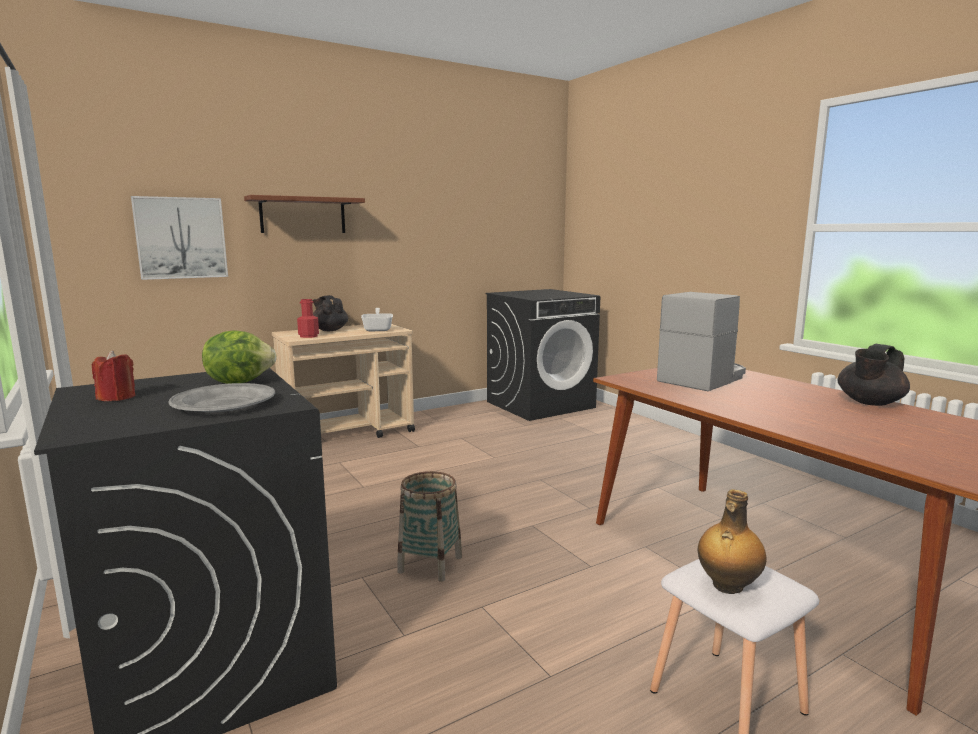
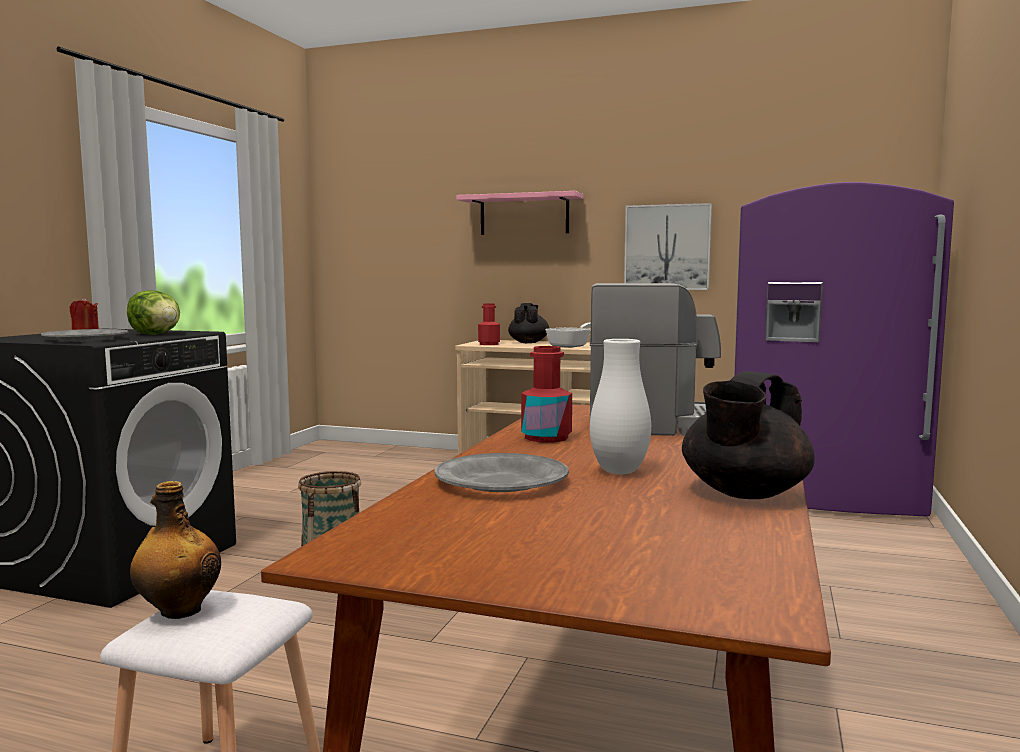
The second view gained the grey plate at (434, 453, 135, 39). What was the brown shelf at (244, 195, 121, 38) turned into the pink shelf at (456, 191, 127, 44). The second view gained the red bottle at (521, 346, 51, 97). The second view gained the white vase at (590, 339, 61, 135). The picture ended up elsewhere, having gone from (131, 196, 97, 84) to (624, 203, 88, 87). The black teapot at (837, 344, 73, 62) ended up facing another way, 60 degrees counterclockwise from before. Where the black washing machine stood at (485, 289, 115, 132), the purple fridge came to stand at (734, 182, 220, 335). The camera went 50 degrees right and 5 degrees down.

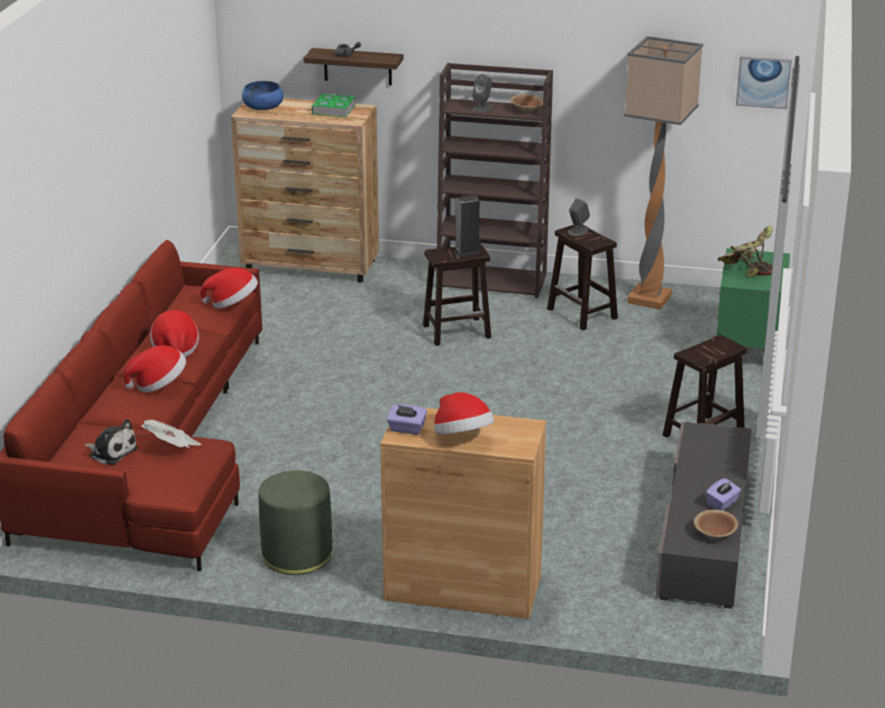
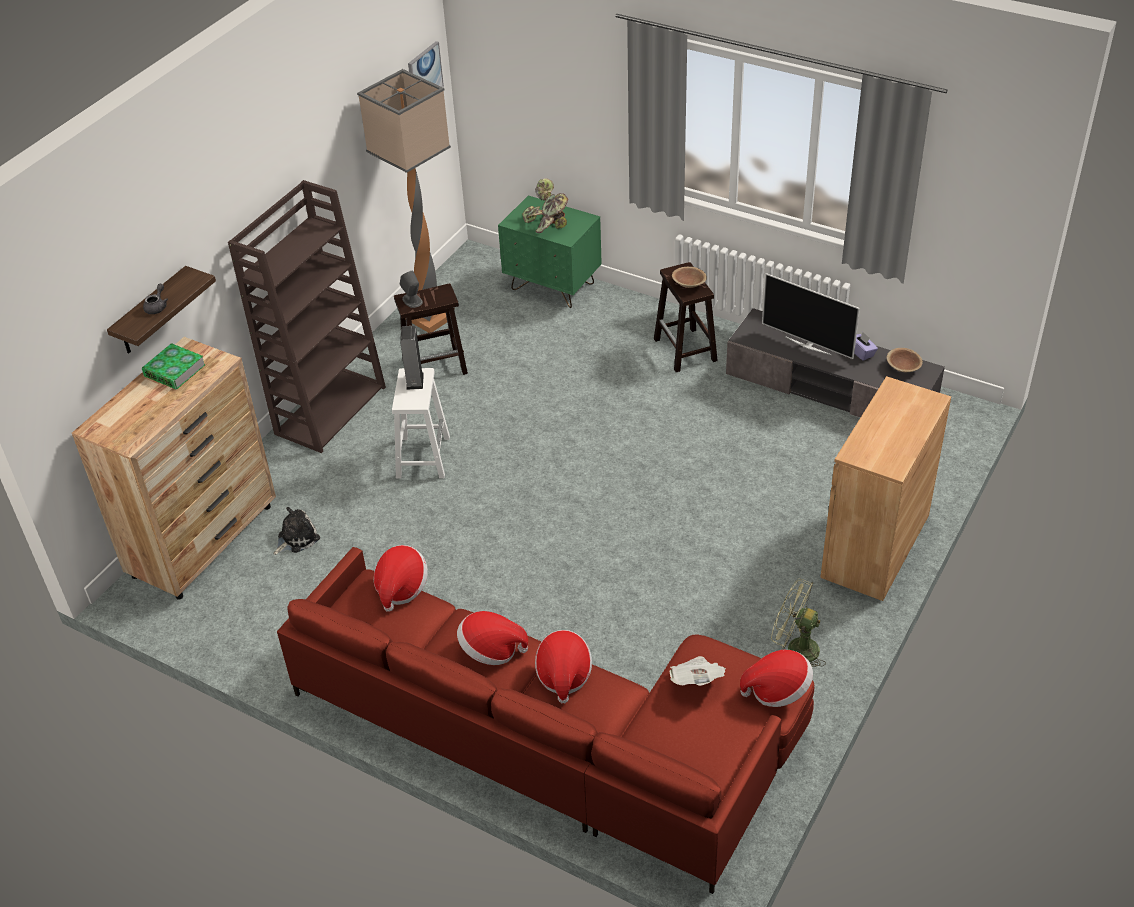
The plush toy ended up elsewhere, having gone from (85, 419, 53, 46) to (274, 507, 46, 48). What was the brown stool at (423, 243, 68, 103) turned into the white stool at (392, 368, 58, 111). The brown bowl ended up elsewhere, having gone from (510, 94, 33, 18) to (672, 267, 35, 21). The hat ended up elsewhere, having gone from (434, 392, 60, 42) to (740, 650, 73, 57). The second view gained the television at (762, 273, 98, 86). Where the green ottoman stood at (259, 470, 73, 105), the green fan came to stand at (771, 579, 55, 88). The second view lost the blue bowl at (242, 81, 42, 29). The second view lost the purple tissue box at (386, 404, 41, 30). The second view lost the grey speaker at (472, 74, 20, 38). The camera went 70 degrees left and 15 degrees up.

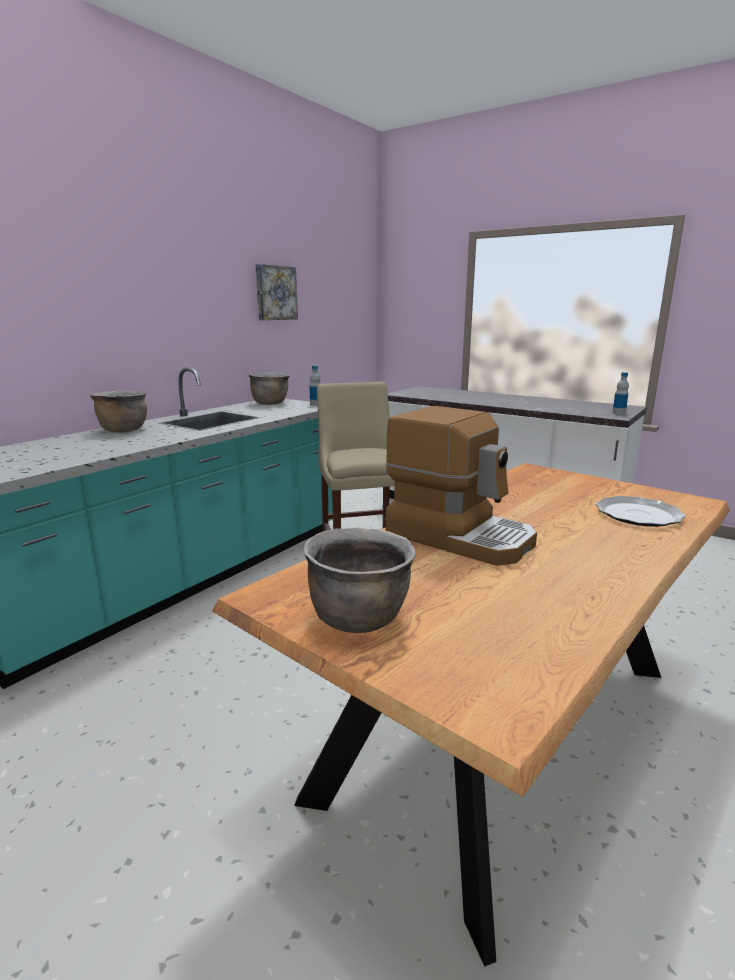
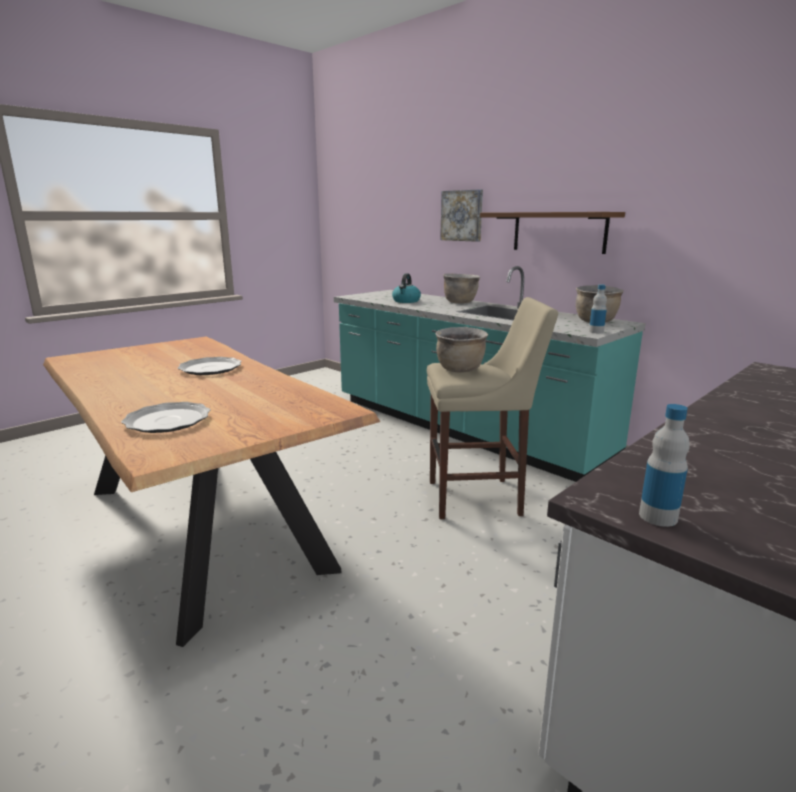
Where the coffee machine stood at (386, 406, 151, 160), the plate came to stand at (178, 357, 64, 18). The second view gained the kettle at (392, 273, 29, 30). The brown cooking pot ended up elsewhere, having gone from (304, 527, 112, 106) to (435, 327, 53, 45). The picture ended up elsewhere, having gone from (256, 264, 42, 56) to (440, 189, 43, 53). The second view gained the brown shelf at (480, 212, 145, 42). The camera went 100 degrees right and 0 degrees up.

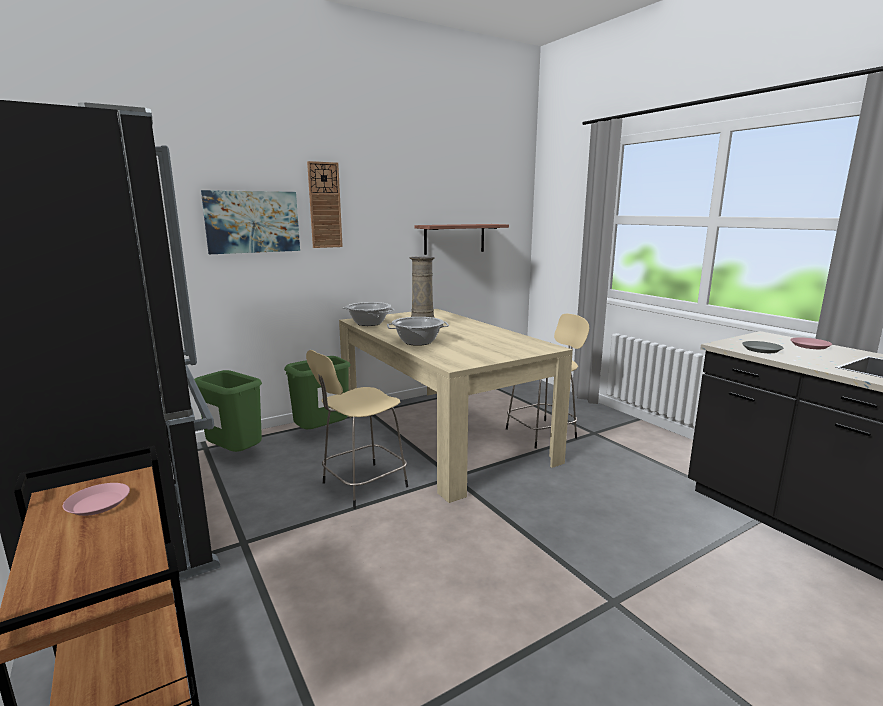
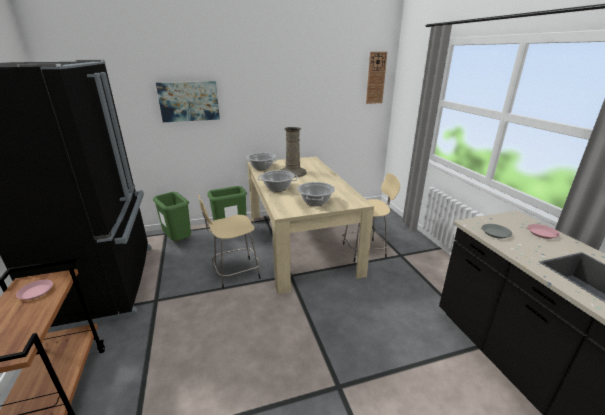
The second view gained the cooking pot at (297, 182, 38, 24). The wall clock ended up elsewhere, having gone from (307, 161, 36, 87) to (366, 52, 21, 52). The second view lost the shelf at (415, 224, 94, 31). The camera went 15 degrees right and 10 degrees up.

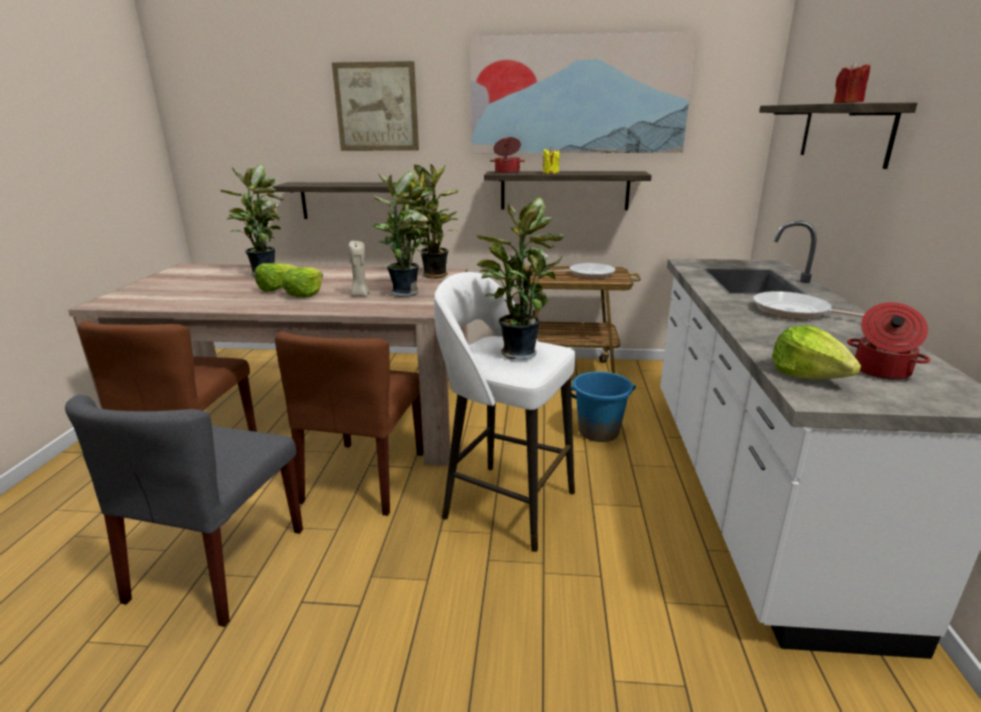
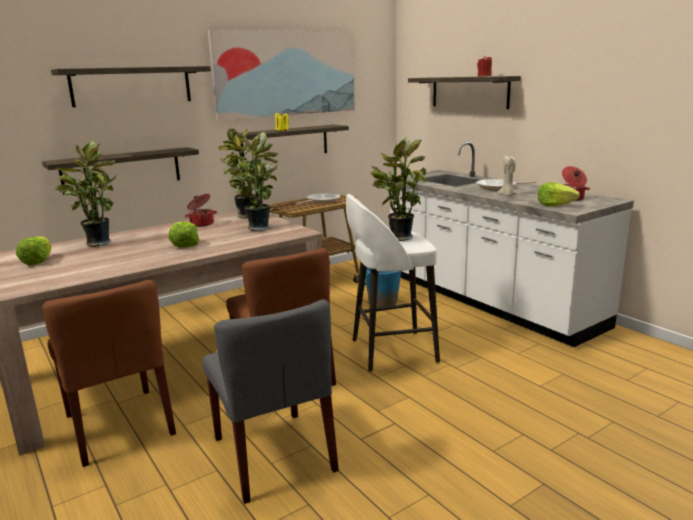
The lettuce ended up elsewhere, having gone from (255, 263, 42, 29) to (16, 236, 35, 29). Where the picture hung at (332, 61, 87, 90), the shelf came to hang at (51, 66, 160, 41). The cooking pot ended up elsewhere, having gone from (490, 137, 35, 37) to (184, 194, 33, 33). The beige candle ended up elsewhere, having gone from (348, 240, 22, 57) to (497, 155, 21, 41). The camera went 40 degrees left and 5 degrees down.

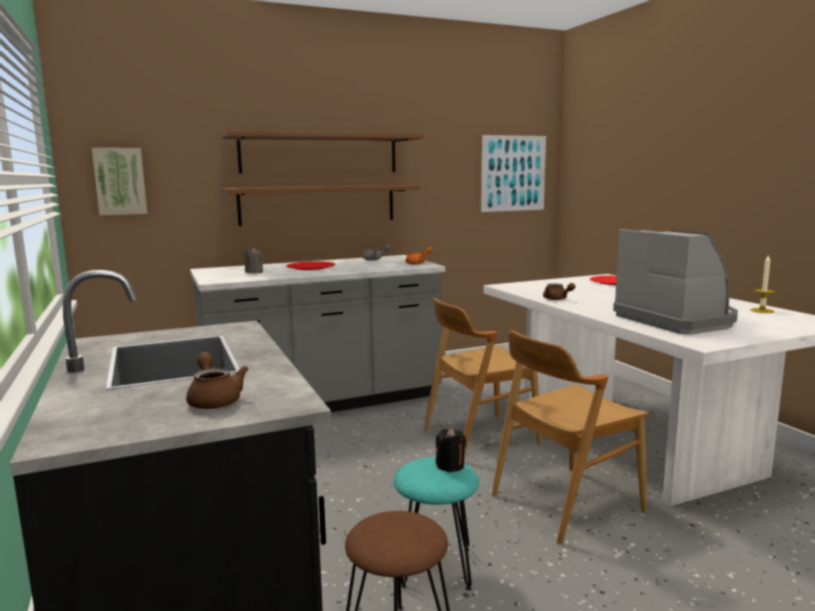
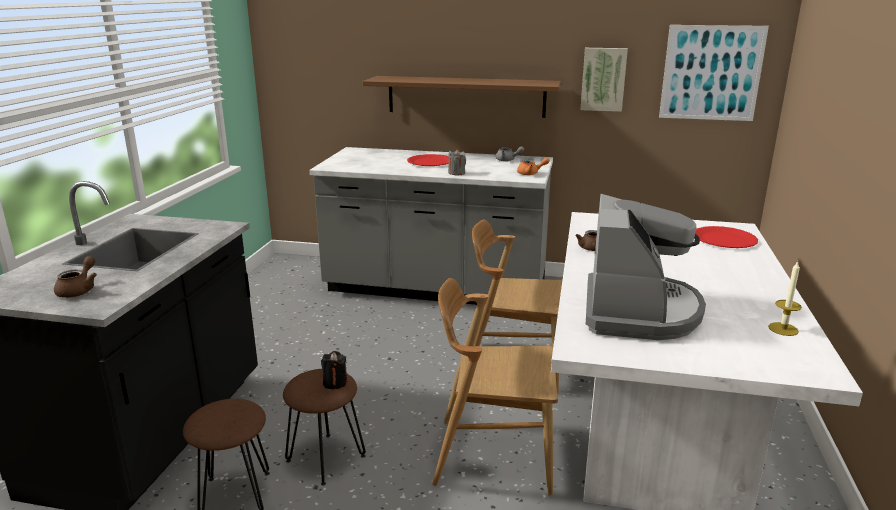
What was the turquoise stool at (394, 457, 85, 133) turned into the brown stool at (283, 369, 83, 116). The grey candle ended up elsewhere, having gone from (244, 247, 20, 26) to (448, 149, 18, 26). The picture ended up elsewhere, having gone from (92, 148, 55, 67) to (580, 48, 48, 64). The second view lost the brown shelf at (221, 131, 202, 42). The camera went 35 degrees right and 10 degrees up.

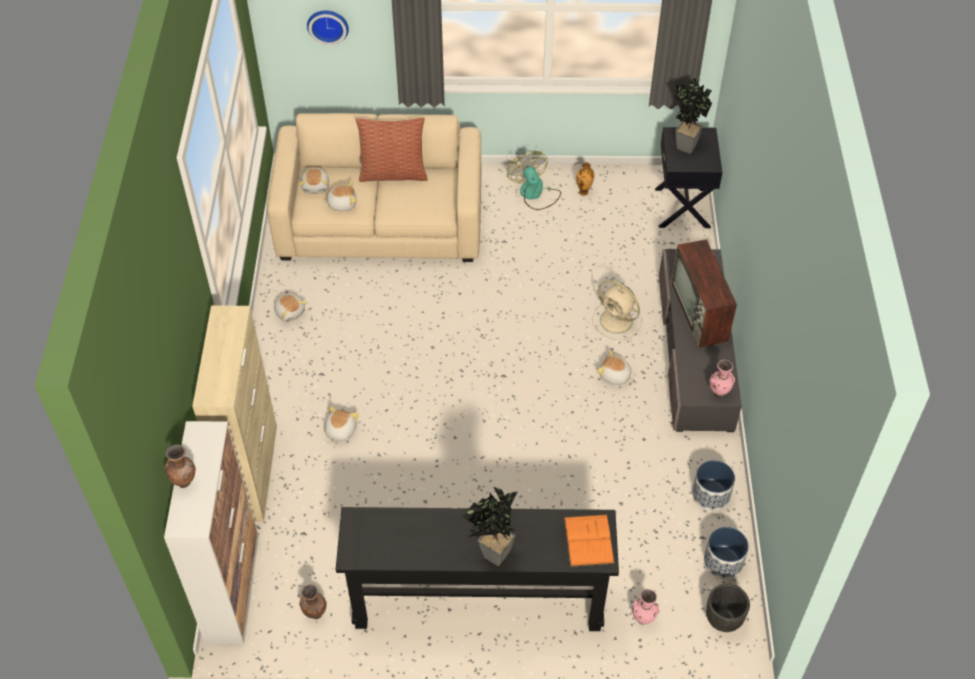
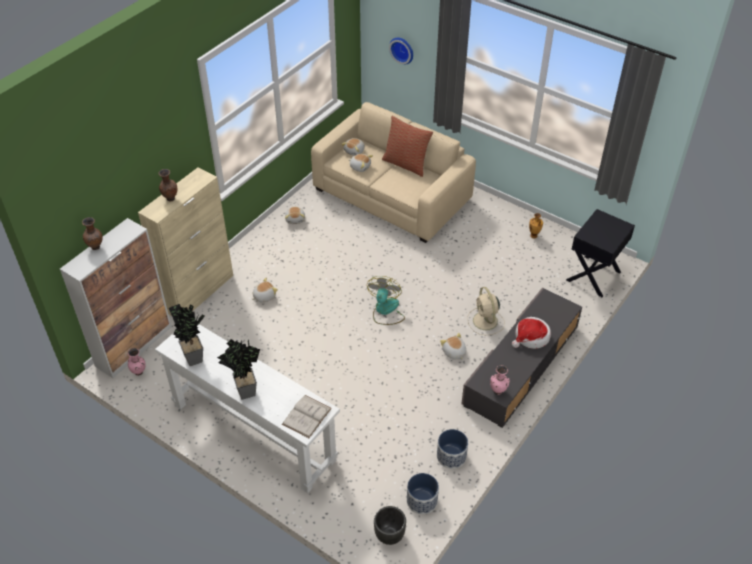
The pink vase ended up elsewhere, having gone from (632, 589, 27, 36) to (128, 348, 18, 28). What was the black console table at (336, 507, 283, 124) turned into the white console table at (155, 324, 185, 169). The brown vase ended up elsewhere, having gone from (299, 584, 28, 35) to (159, 169, 19, 33). The potted plant ended up elsewhere, having gone from (675, 78, 37, 76) to (169, 304, 36, 62). What was the orange book at (564, 514, 50, 53) turned into the white book at (282, 395, 50, 43). The fan ended up elsewhere, having gone from (507, 151, 54, 59) to (367, 276, 38, 49). Where the television stood at (671, 239, 66, 108), the hat came to stand at (512, 317, 39, 32). The camera went 35 degrees right and 5 degrees down.

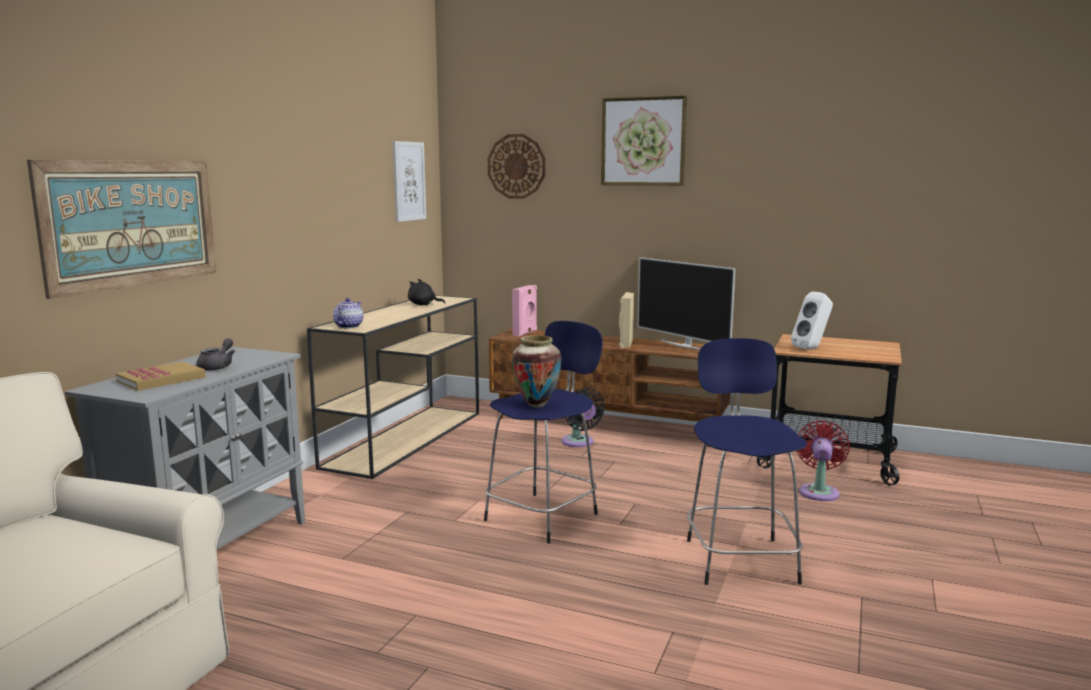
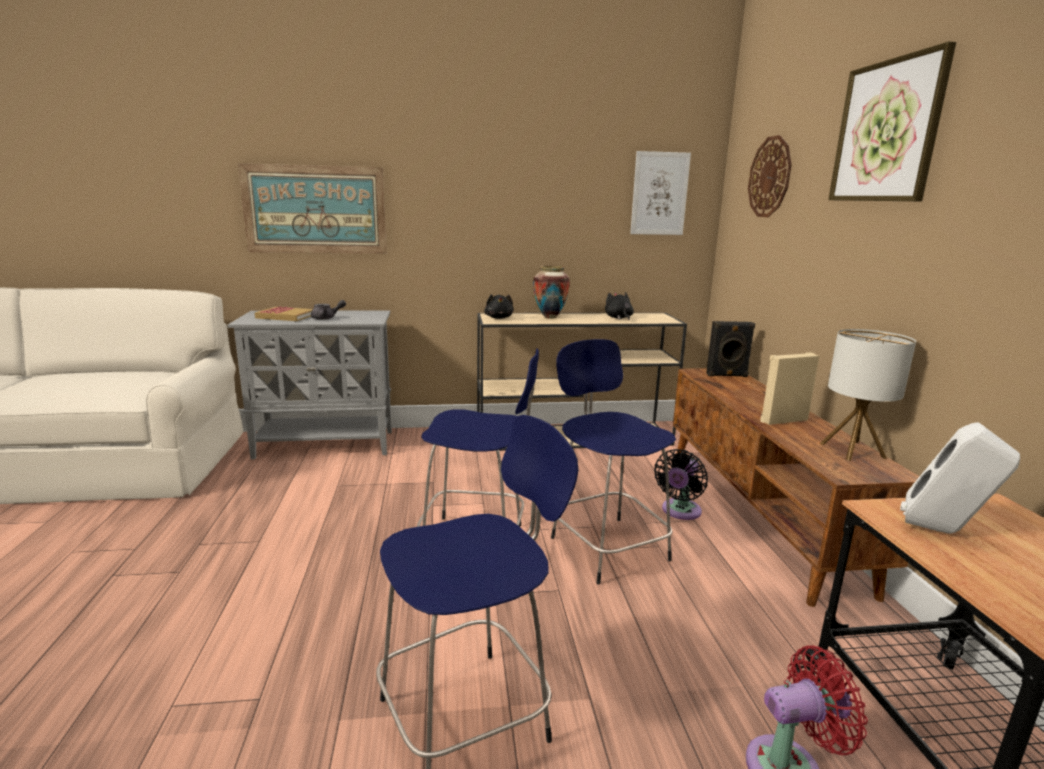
Where the teapot stood at (333, 298, 30, 30), the black plush toy came to stand at (484, 294, 30, 25). The vase ended up elsewhere, having gone from (512, 335, 49, 72) to (533, 265, 37, 54). The second view gained the blue stool at (551, 339, 125, 245). What was the pink speaker at (512, 285, 25, 52) turned into the black speaker at (706, 321, 49, 56). Where the television stood at (638, 257, 97, 93), the table lamp came to stand at (820, 329, 96, 132). The camera went 60 degrees right and 5 degrees up.

